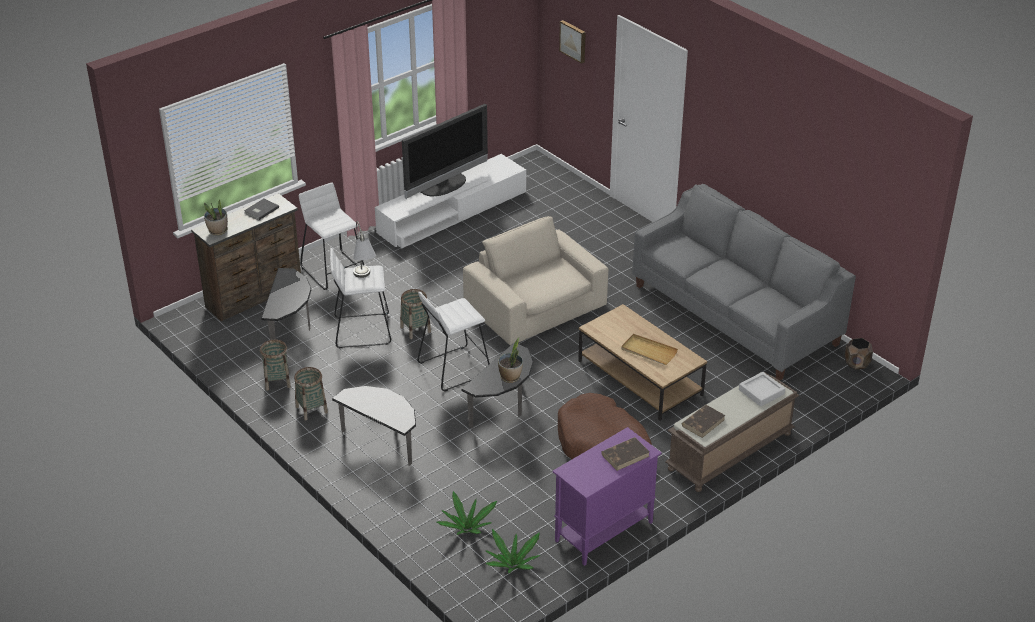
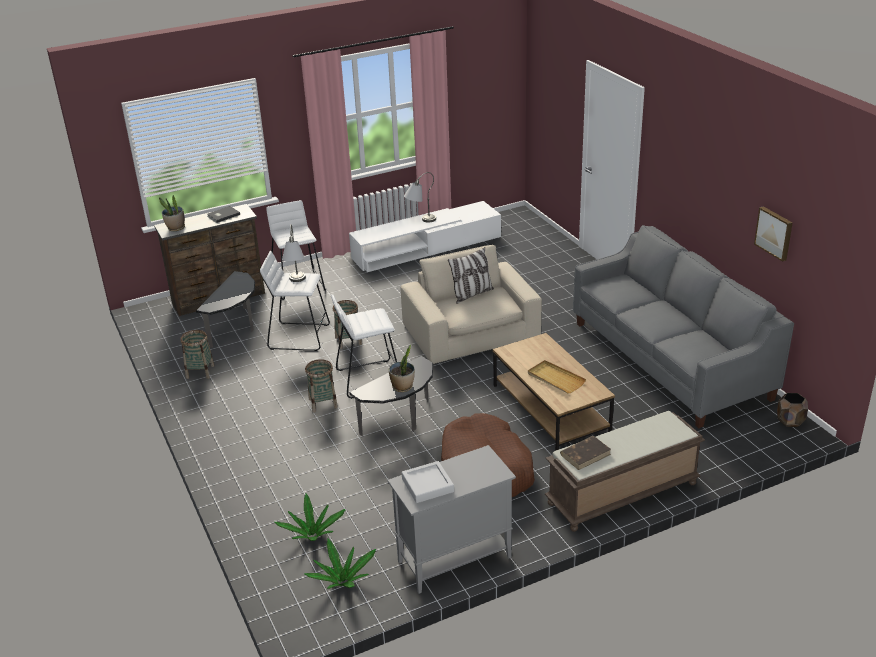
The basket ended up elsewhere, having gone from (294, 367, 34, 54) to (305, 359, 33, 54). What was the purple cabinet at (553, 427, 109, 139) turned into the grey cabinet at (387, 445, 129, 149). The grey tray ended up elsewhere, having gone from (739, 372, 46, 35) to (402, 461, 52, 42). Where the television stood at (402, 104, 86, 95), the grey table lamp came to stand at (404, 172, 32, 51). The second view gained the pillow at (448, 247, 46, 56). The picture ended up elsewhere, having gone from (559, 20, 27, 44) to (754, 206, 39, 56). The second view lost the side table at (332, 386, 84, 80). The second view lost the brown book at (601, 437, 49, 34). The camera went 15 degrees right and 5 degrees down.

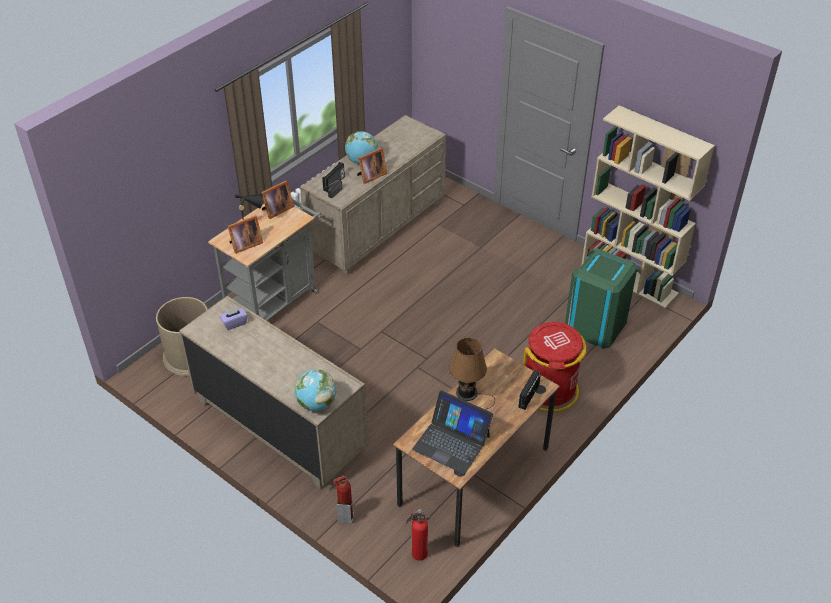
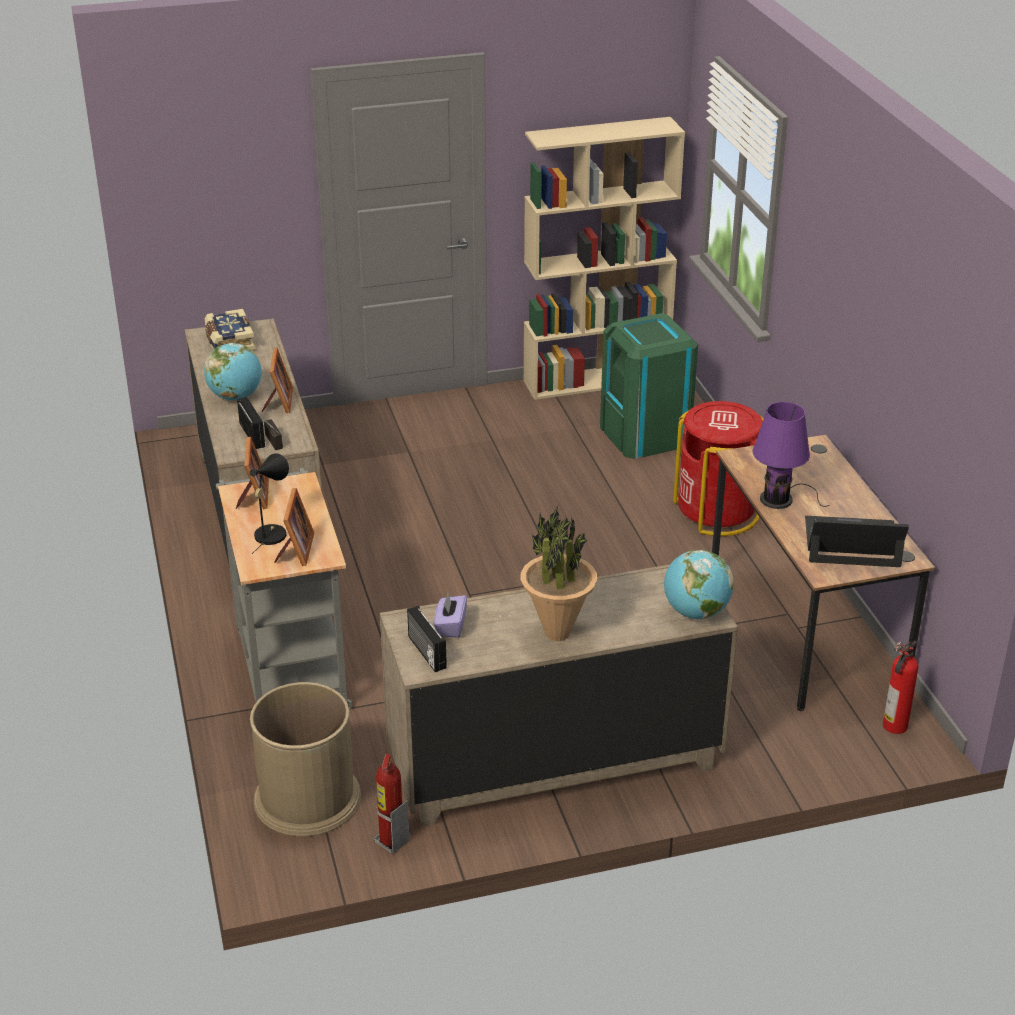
The second view gained the book at (205, 309, 50, 41). The fire extinguisher ended up elsewhere, having gone from (333, 476, 21, 48) to (374, 754, 35, 100). The radio ended up elsewhere, having gone from (518, 370, 23, 40) to (407, 606, 40, 66). The second view gained the potted plant at (521, 506, 76, 135). What was the brown table lamp at (449, 337, 46, 73) turned into the purple table lamp at (753, 402, 77, 107). The laptop at (412, 390, 81, 84) ended up facing another way, 150 degrees counterclockwise from before. The camera went 55 degrees left and 10 degrees down.

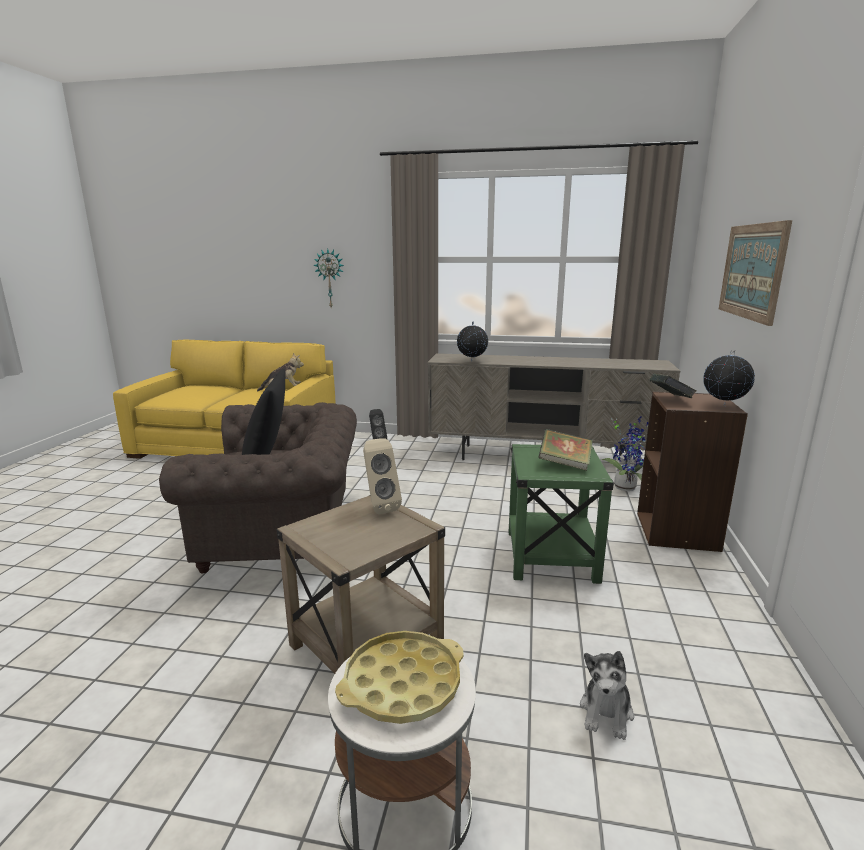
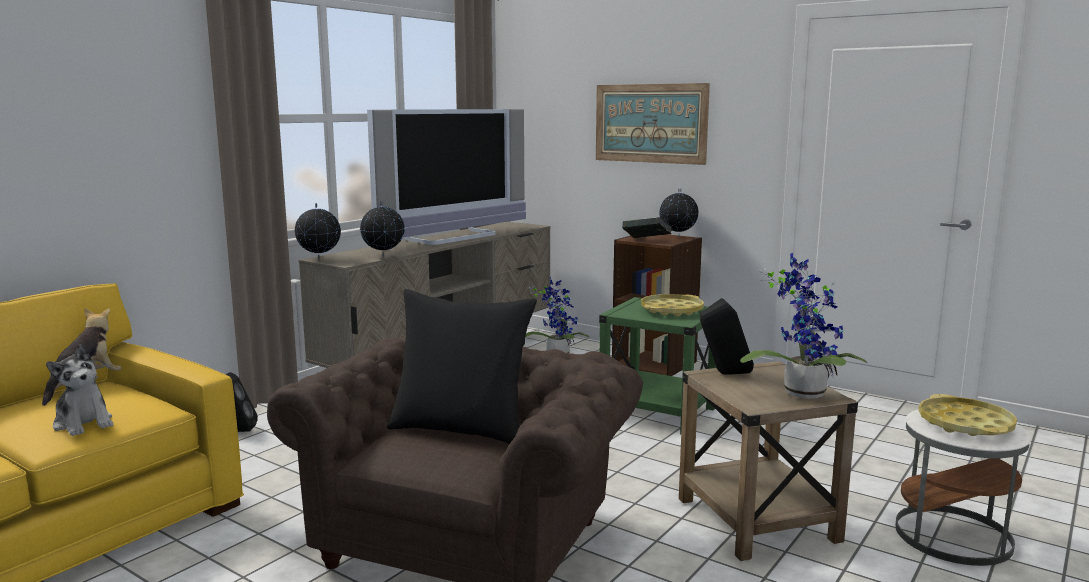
The plush toy ended up elsewhere, having gone from (580, 651, 54, 89) to (46, 344, 67, 92). The second view gained the globe at (295, 203, 46, 56). The second view gained the television at (367, 109, 159, 136). Where the book stood at (538, 429, 55, 42), the yellow tray came to stand at (641, 294, 63, 22). What was the beige speaker at (363, 438, 39, 77) turned into the black speaker at (700, 298, 54, 77). The second view gained the potted plant at (740, 253, 128, 146). The second view lost the wall clock at (313, 249, 31, 58). The camera went 65 degrees left and 5 degrees down.

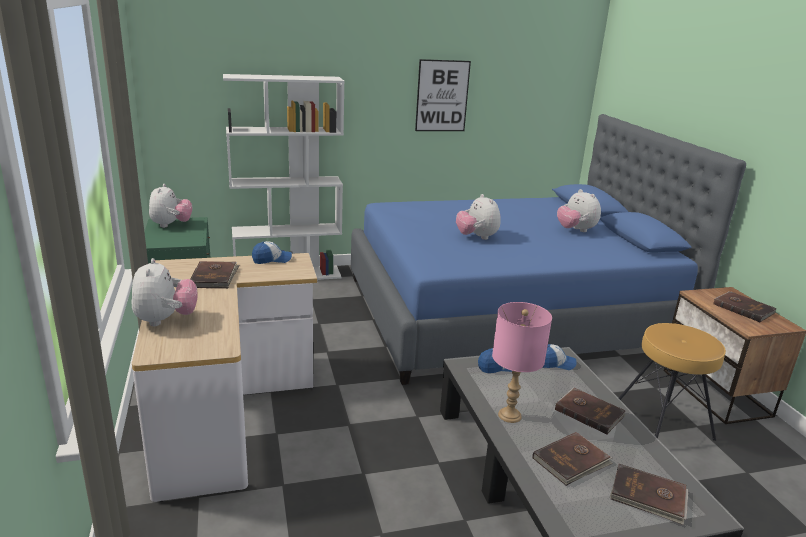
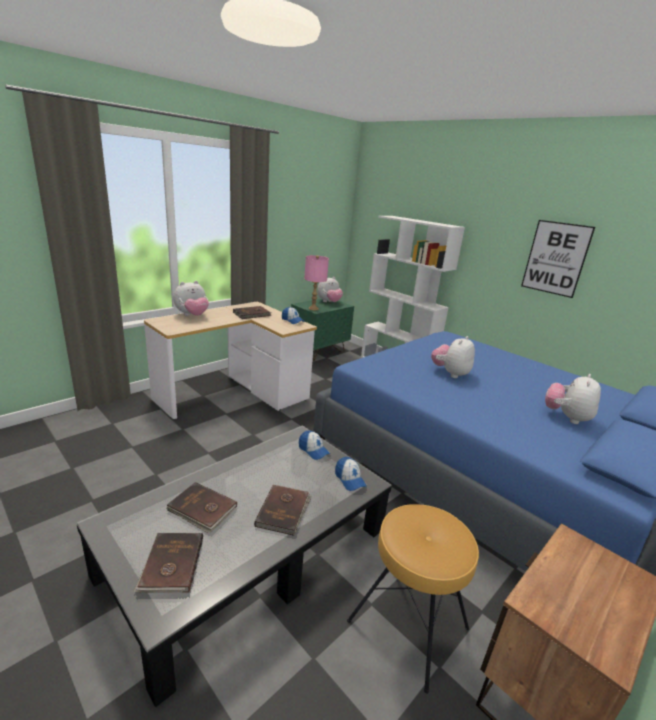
The pink table lamp ended up elsewhere, having gone from (492, 302, 60, 121) to (304, 255, 25, 55). The second view lost the brown book at (713, 291, 63, 31). The camera went 60 degrees right and 0 degrees up.

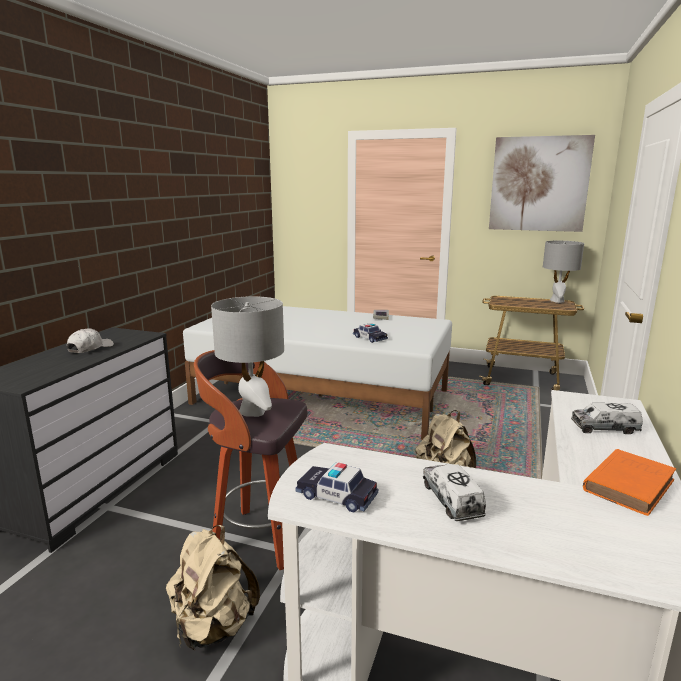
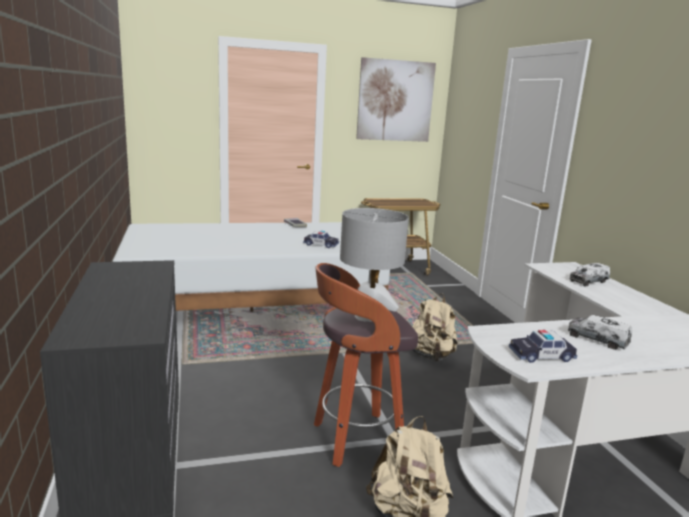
The second view lost the white cap at (67, 329, 47, 24). The second view lost the grey table lamp at (543, 241, 41, 62). The second view lost the orange book at (583, 449, 93, 67). The camera went 35 degrees left and 0 degrees up.

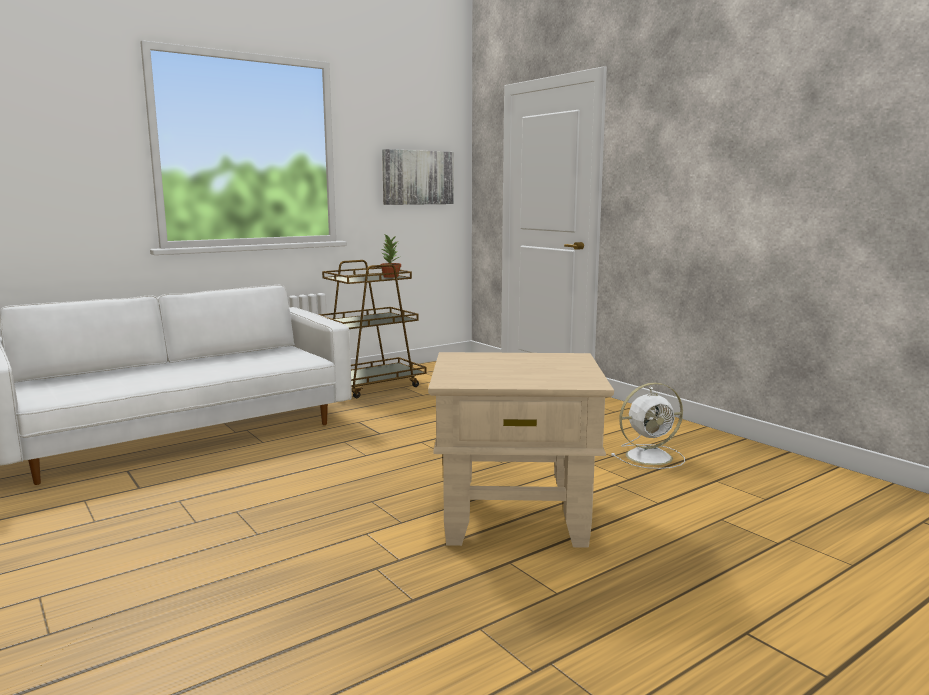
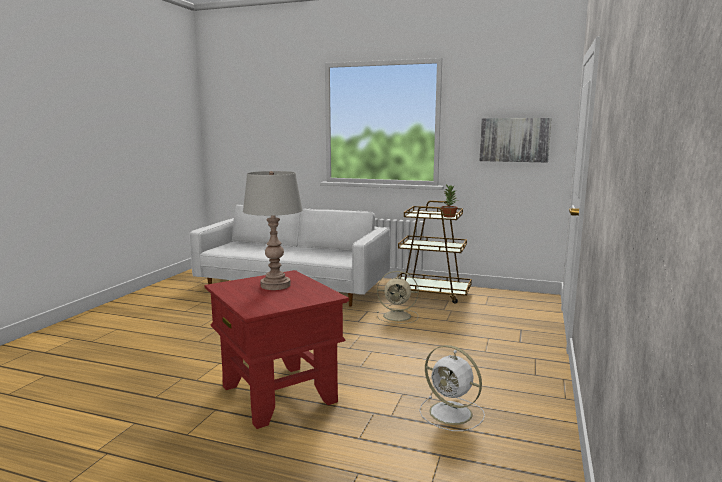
What was the beige side table at (428, 352, 186, 196) turned into the red side table at (205, 270, 144, 159). The second view gained the grey table lamp at (243, 171, 60, 119). The second view gained the beige fan at (377, 271, 42, 53). The camera went 55 degrees right and 0 degrees up.

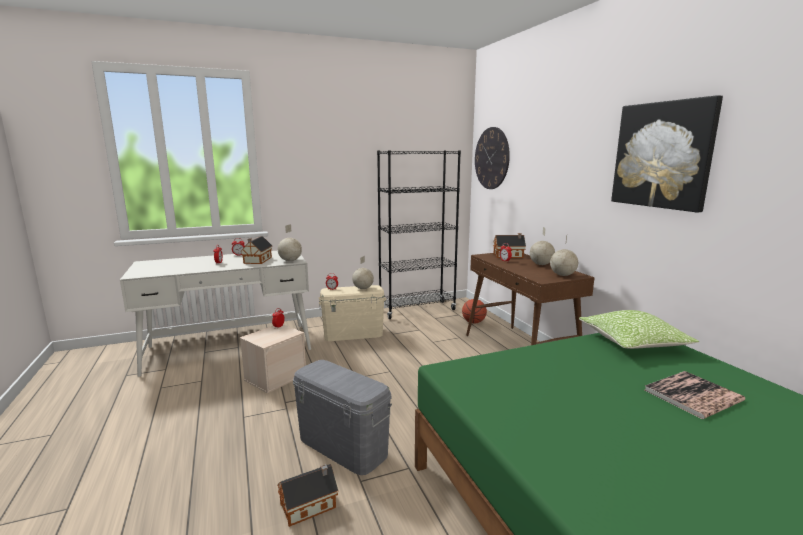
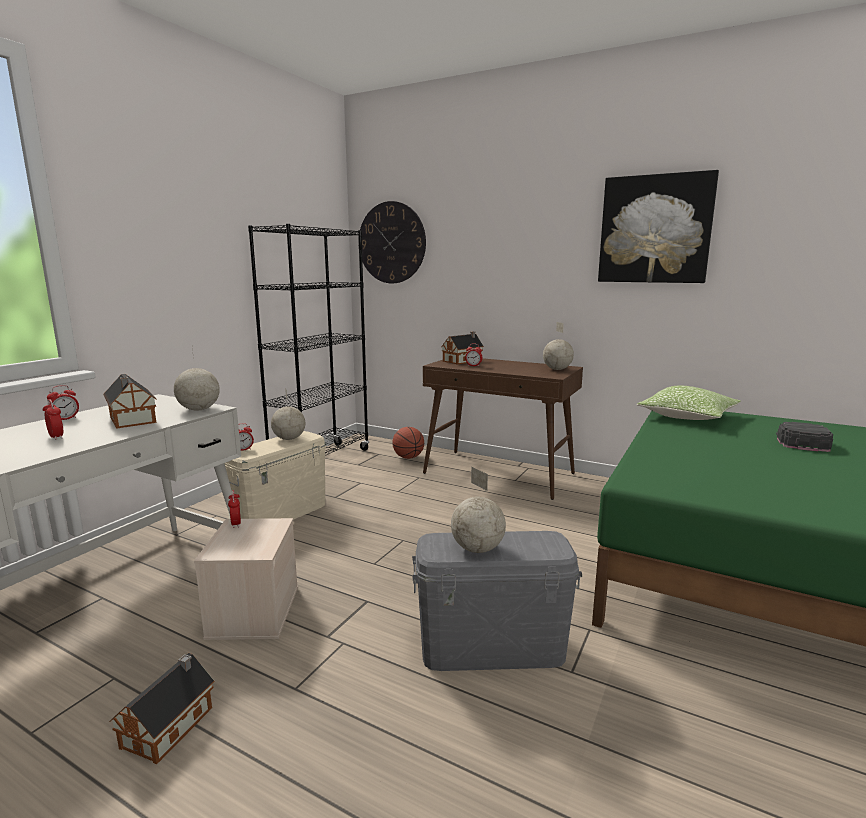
The toy house ended up elsewhere, having gone from (277, 464, 61, 63) to (109, 653, 105, 111). The globe ended up elsewhere, having gone from (530, 227, 25, 38) to (451, 467, 55, 86). Where the book stood at (645, 371, 100, 48), the black cap came to stand at (776, 422, 57, 30). The camera went 40 degrees left and 0 degrees up.

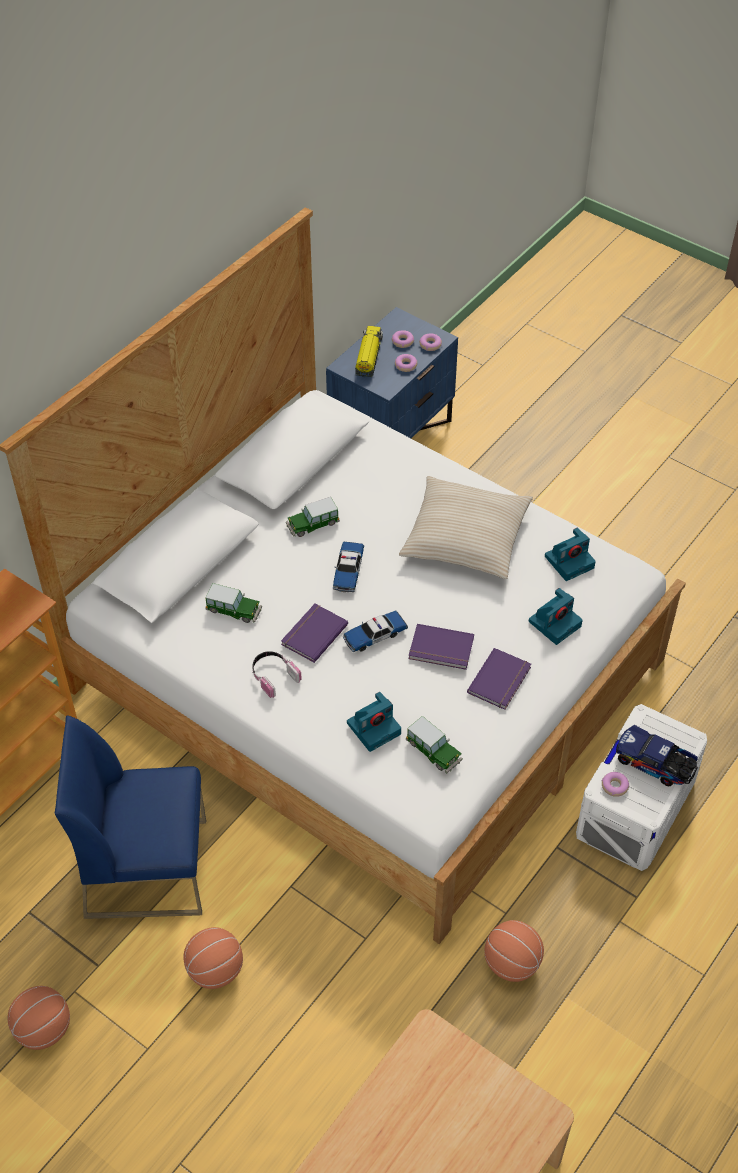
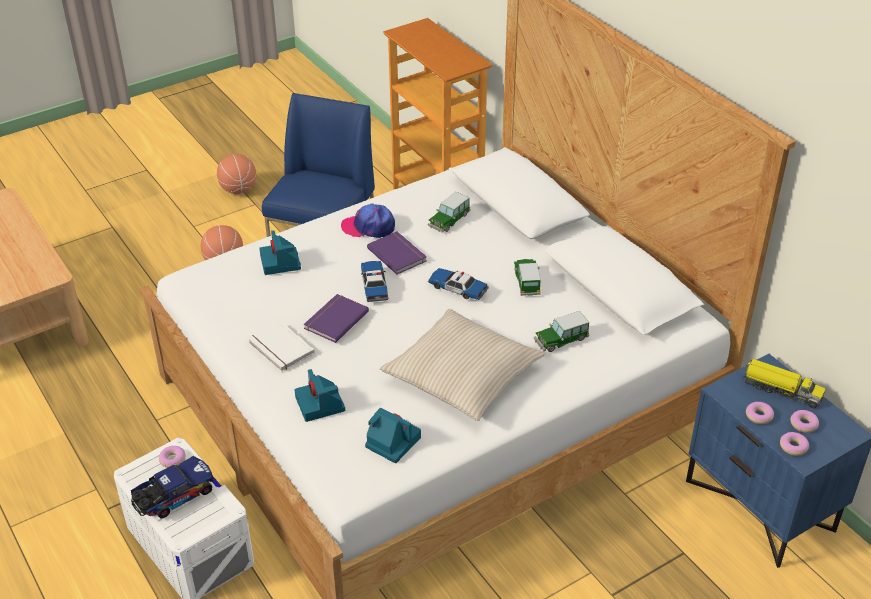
What was the purple book at (467, 648, 64, 62) turned into the white book at (248, 321, 67, 51). Where the headphones stood at (252, 651, 50, 47), the cap came to stand at (341, 204, 54, 34). The photo camera at (545, 528, 51, 53) ended up facing another way, 135 degrees clockwise from before. The toy car ended up elsewhere, having gone from (406, 716, 57, 57) to (534, 311, 55, 41). The second view lost the basketball at (484, 920, 60, 62). The camera went 110 degrees right and 10 degrees down.

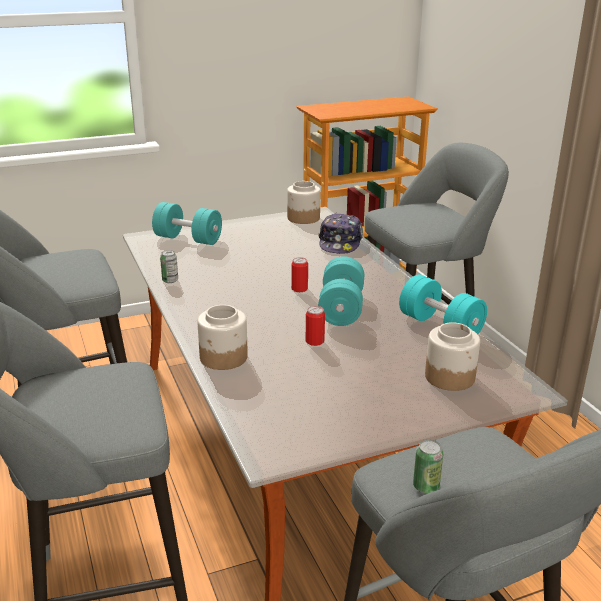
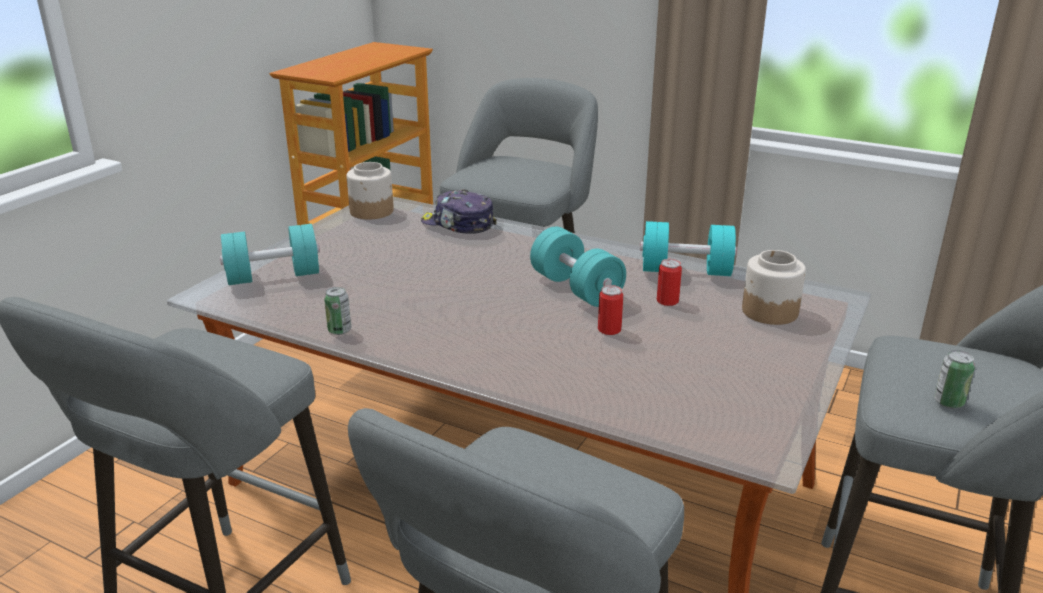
The cap at (318, 213, 45, 41) ended up facing another way, 150 degrees clockwise from before. The can ended up elsewhere, having gone from (291, 257, 17, 35) to (657, 259, 25, 47). The second view lost the jar at (197, 305, 51, 65). The camera went 40 degrees left and 0 degrees up.

